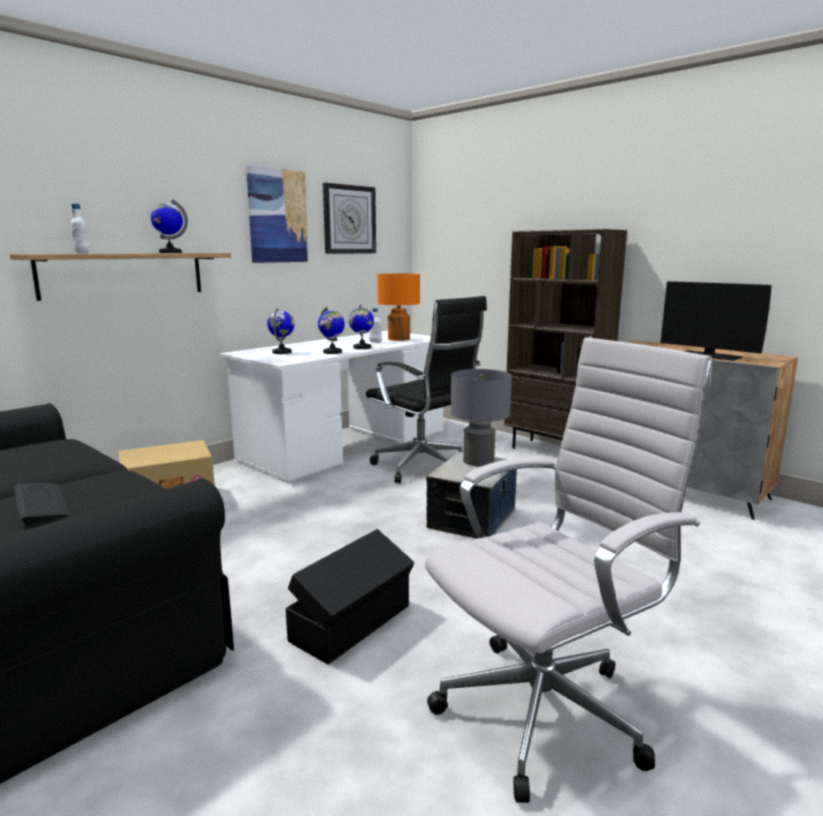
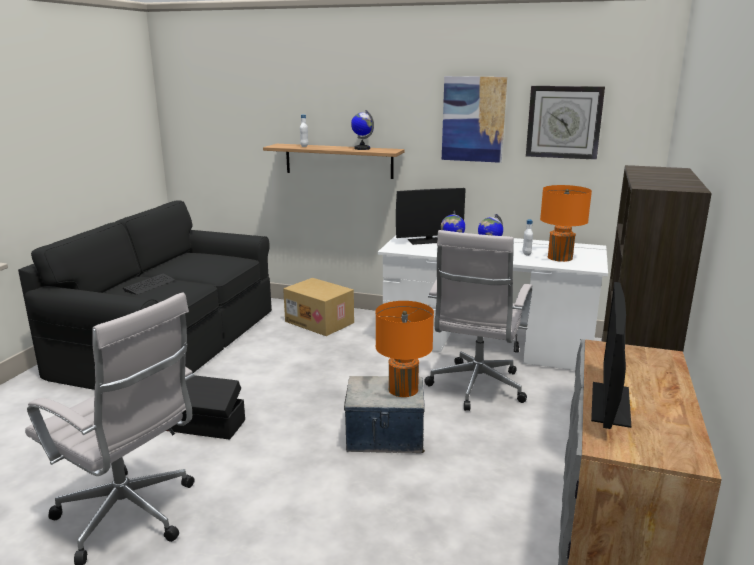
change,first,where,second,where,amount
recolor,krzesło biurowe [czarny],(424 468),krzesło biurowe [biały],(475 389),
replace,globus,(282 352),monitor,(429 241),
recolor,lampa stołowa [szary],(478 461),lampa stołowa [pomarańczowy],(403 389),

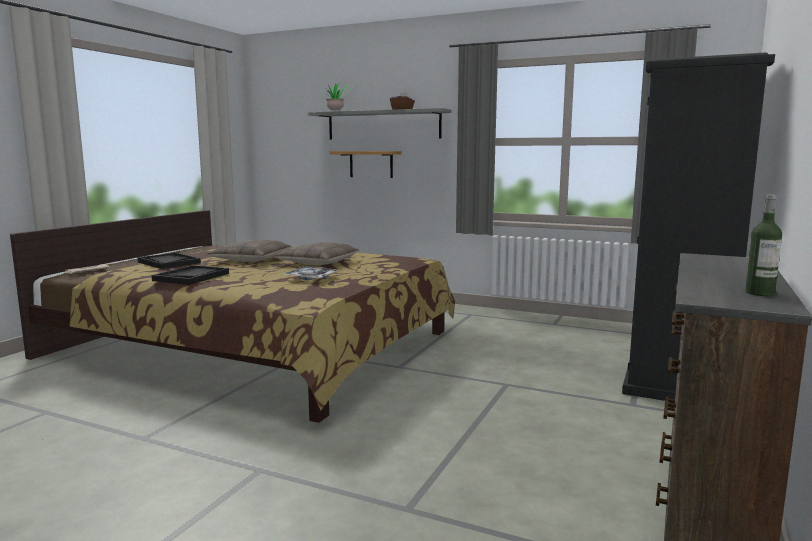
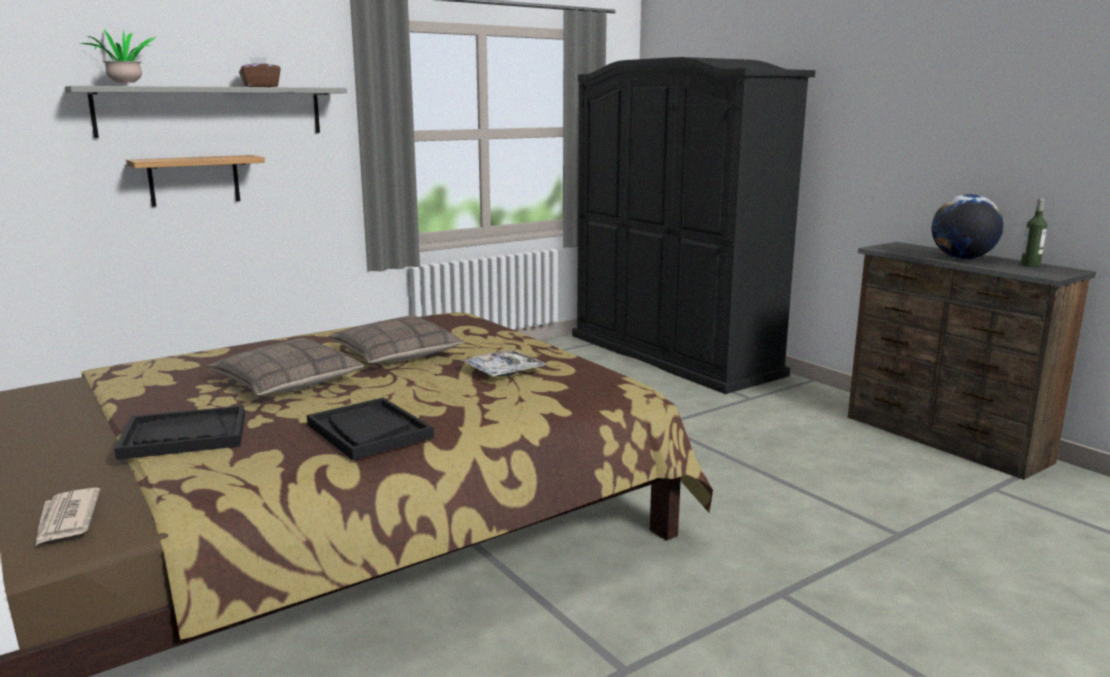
change,first,where,second,where,amount
insert,,,globus,(962 258),

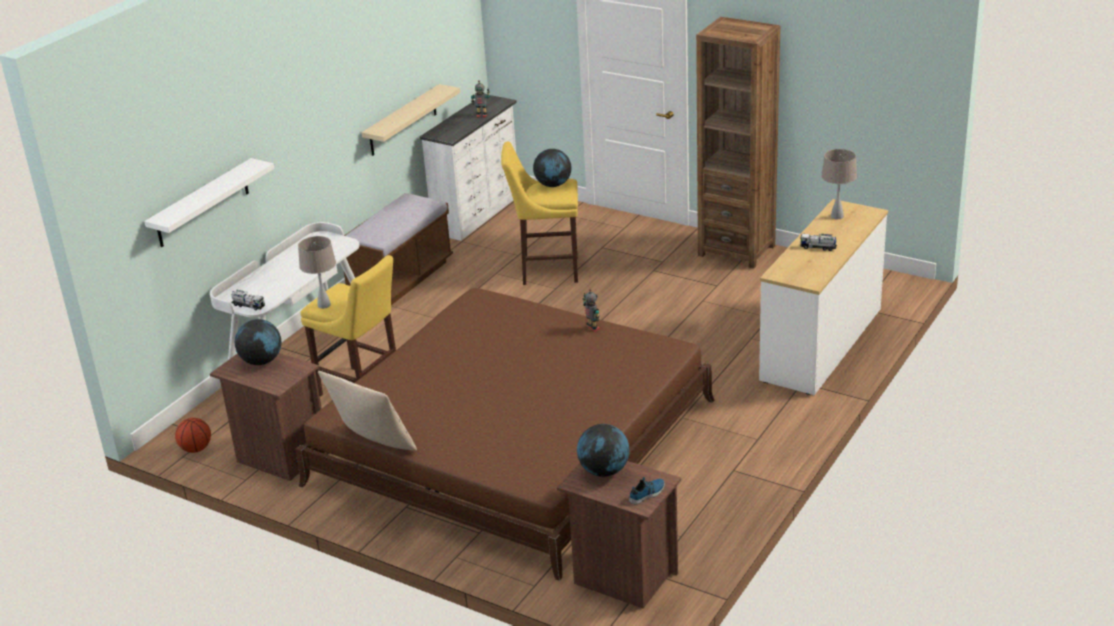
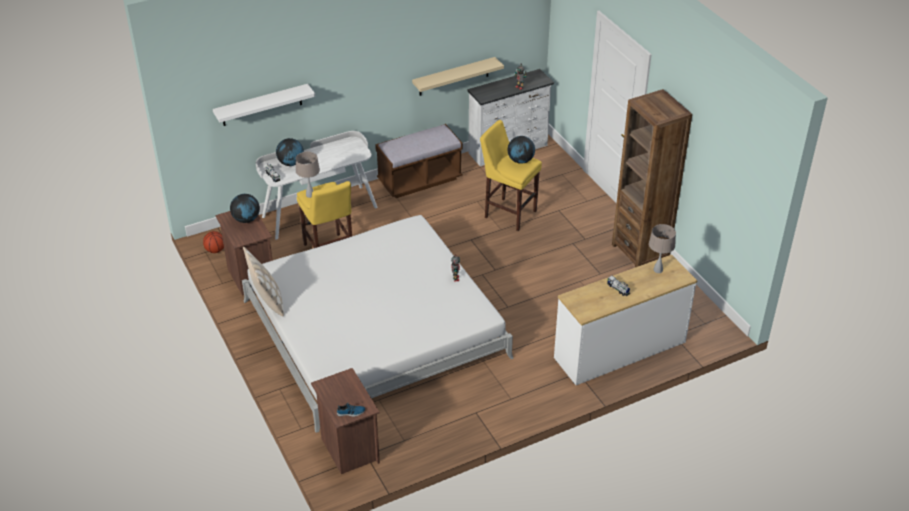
change,first,where,second,where,amount
recolor,łóżko [brązowy],(513 442),łóżko [biały],(375 329),
move,globus,(604 471),,(291 163),

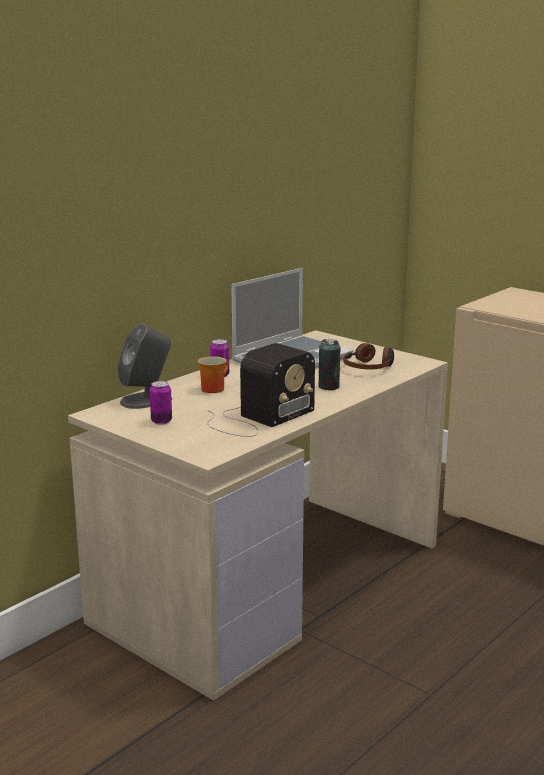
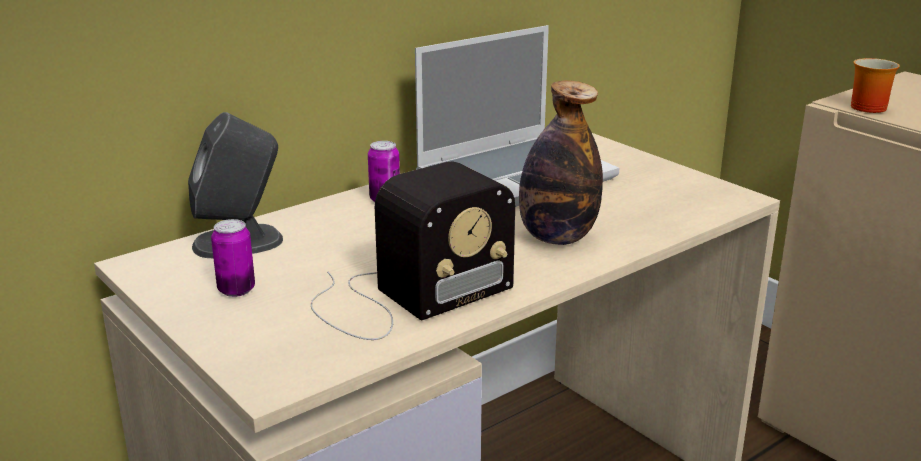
change,first,where,second,where,amount
replace,puszka,(328 387),butelka,(557 237),
delete,słuchawki,(369 367),,,
move,kubek,(213 388),,(867 106),

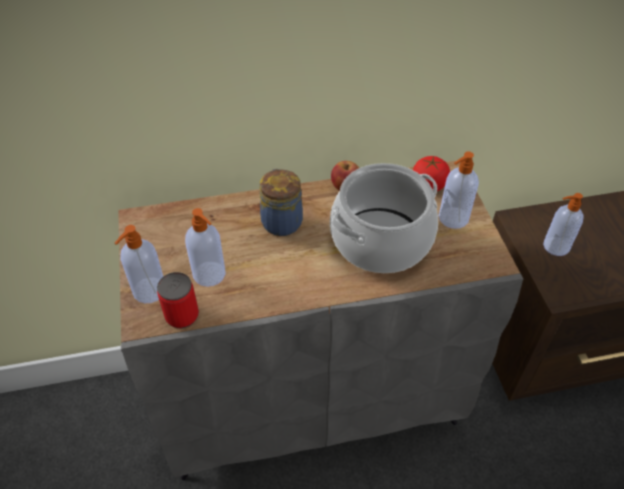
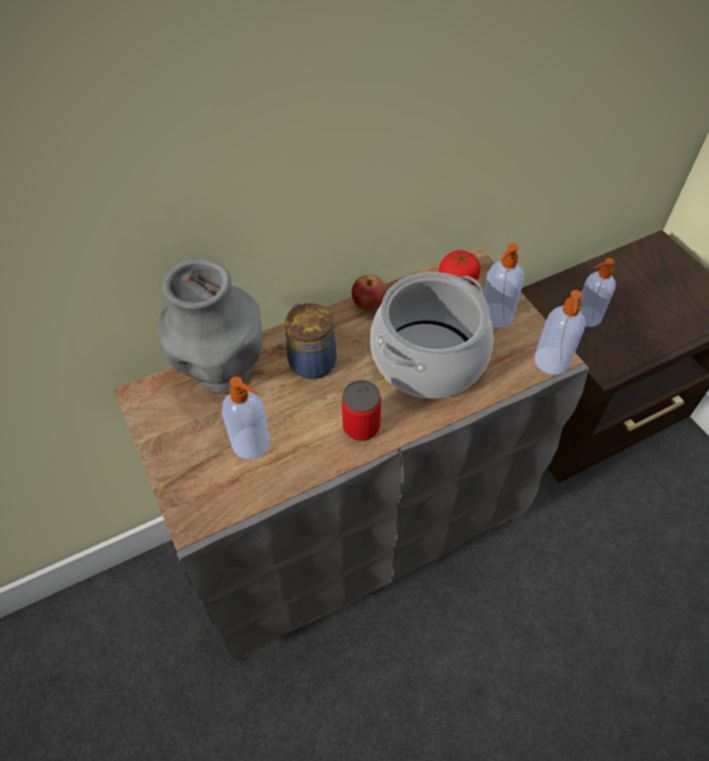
change,first,where,second,where,amount
move,dozownik mydła,(148 291),,(551 362),
move,puszka,(182 316),,(361 426),
insert,,,wazon [szary],(224 375),

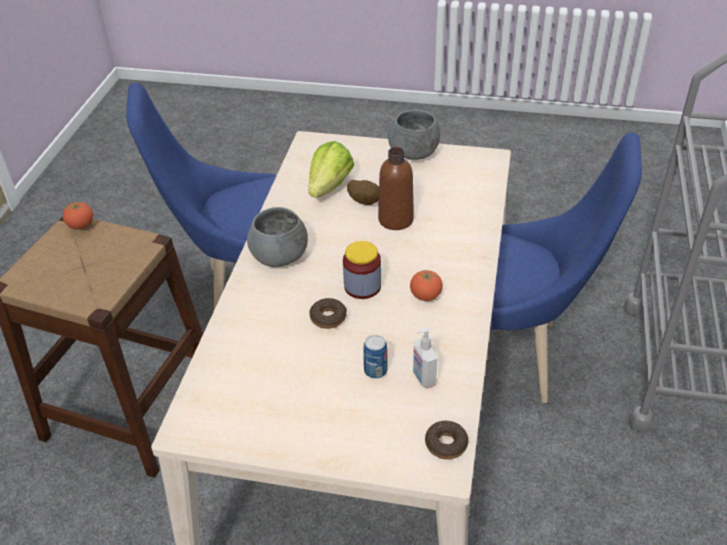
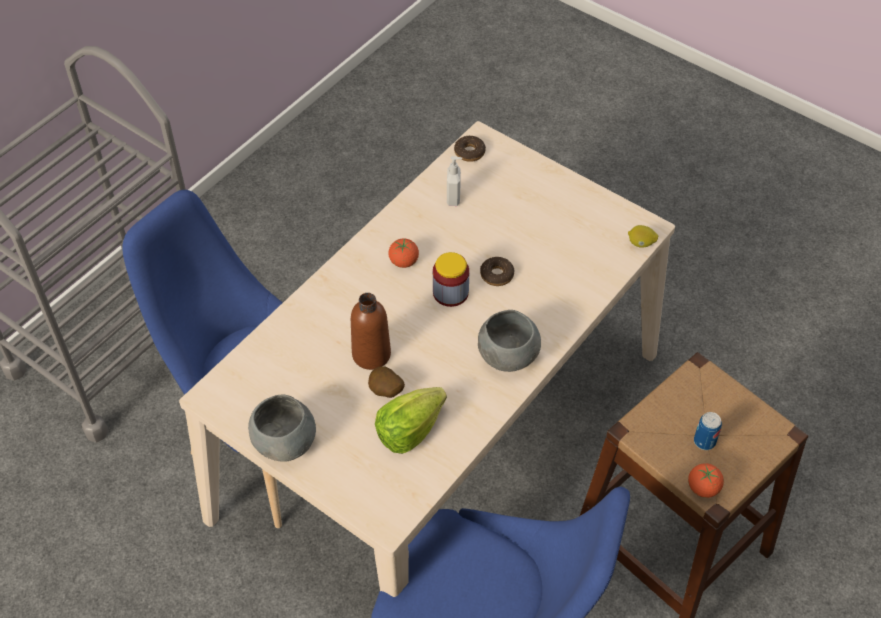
change,first,where,second,where,amount
move,puszka,(375 370),,(704 441),
insert,,,cytryna,(641 243),

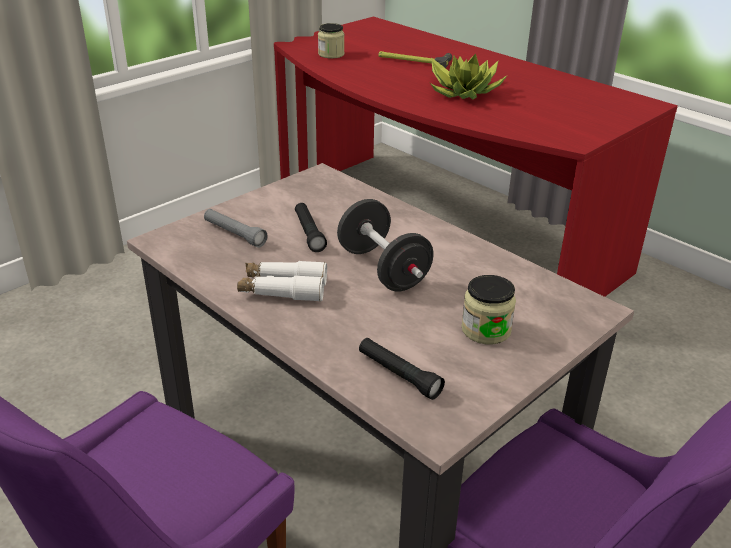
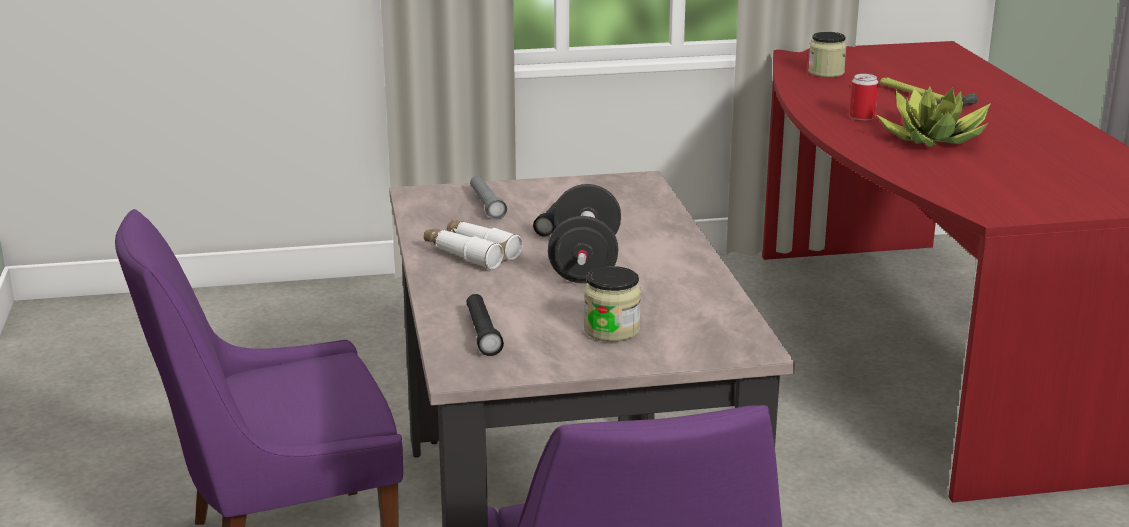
change,first,where,second,where,amount
insert,,,puszka,(862 117),

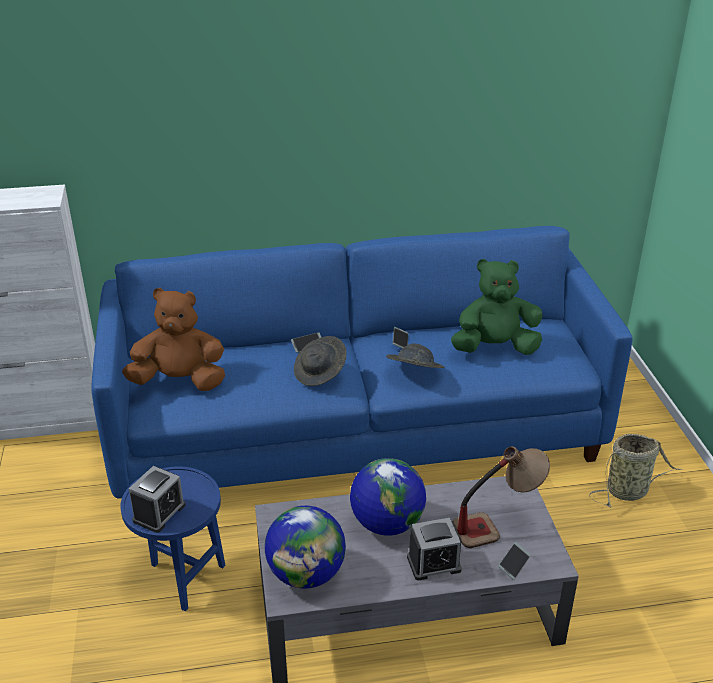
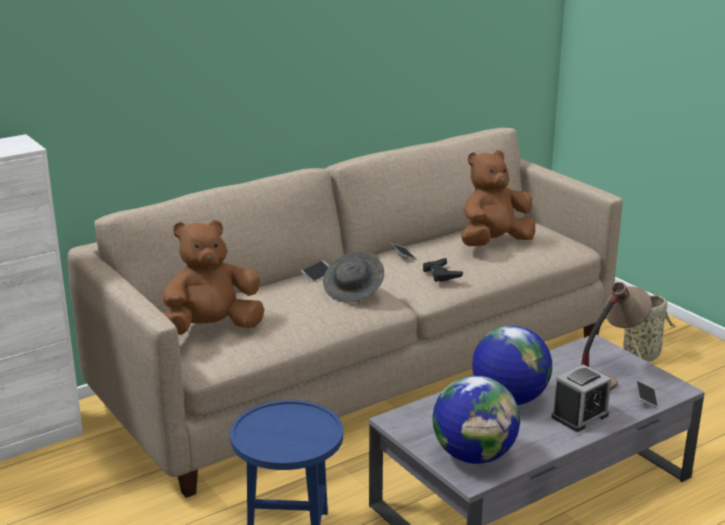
change,first,where,second,where,amount
recolor,kanapa [niebieski],(356 431),kanapa [beżowy],(362 370),
recolor,pluszak [zielony],(495 348),pluszak [brązowy],(494 243),
replace,kapelusz [szary],(414 373),pad do gier [czarny],(441 274),
delete,budzik,(159 513),,,

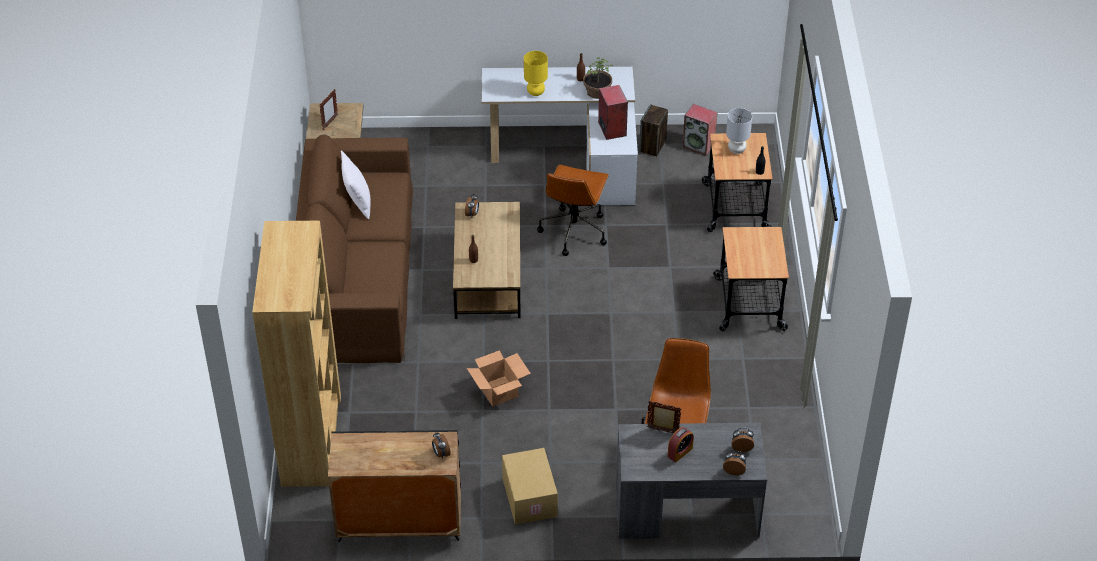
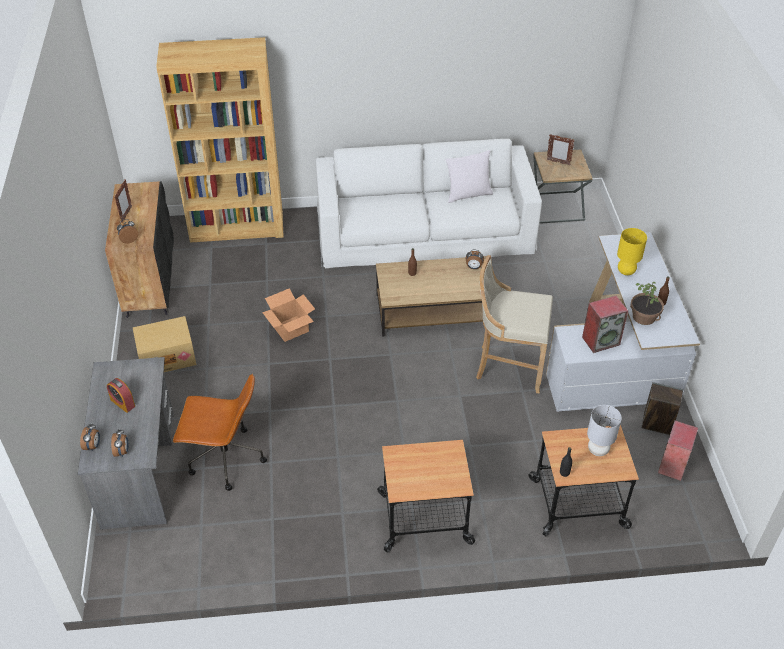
change,first,where,second,where,amount
recolor,kanapa [brązowy],(354 272),kanapa [biały],(424 230),
replace,krzesło biurowe [brązowy],(574 230),stołek [beżowy],(508 366),
move,ramka na zdjęcie,(663 431),,(126 215),

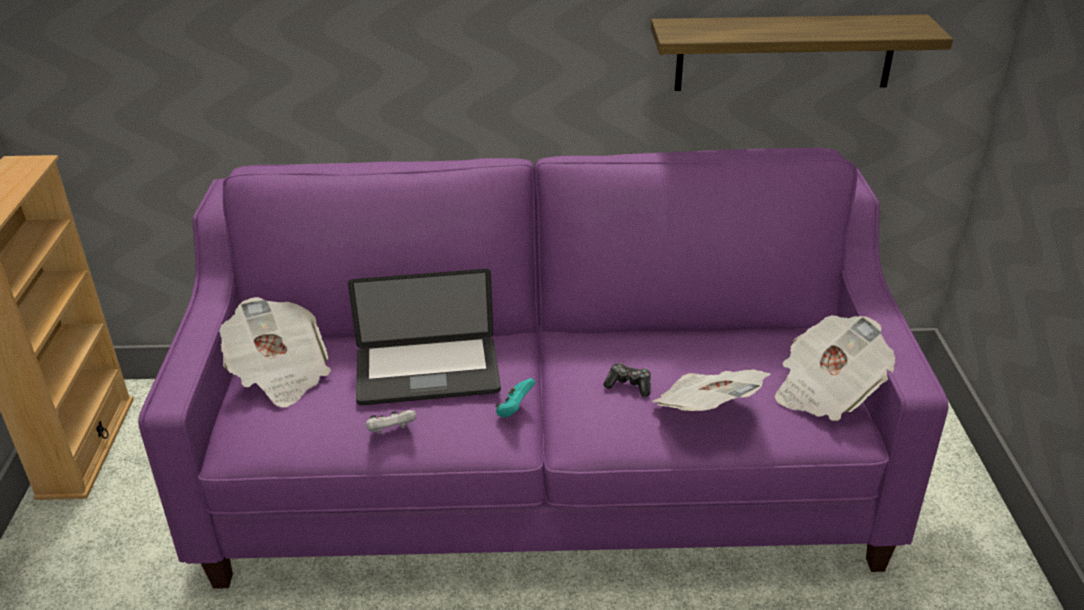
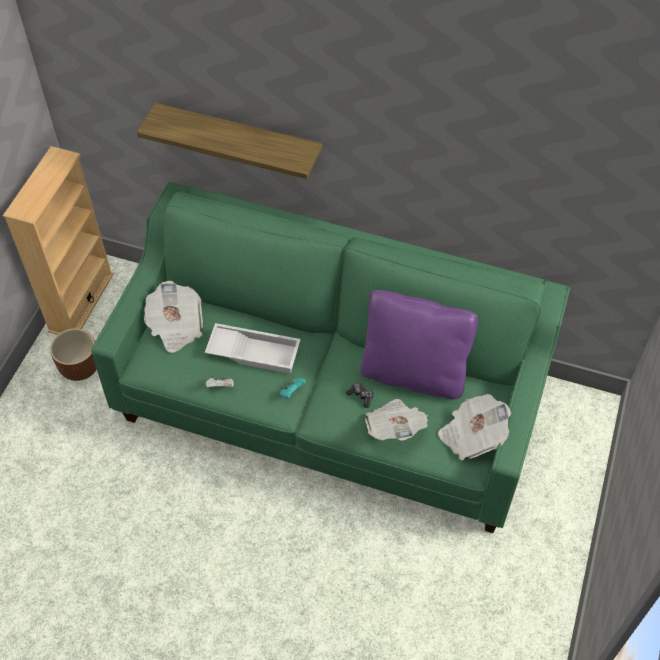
change,first,where,second,where,amount
move,półka,(785 53),,(239 140),
recolor,kanapa [fioletowy],(542 472),kanapa [zielony],(329 402),
replace,laptop,(427 373),taca [biały],(254 351),
insert,,,poduszka [fioletowy],(413 373),
insert,,,donica [brązowy],(80 367),

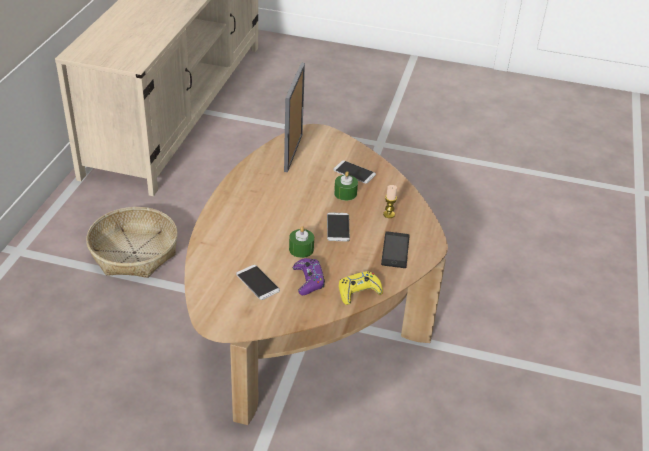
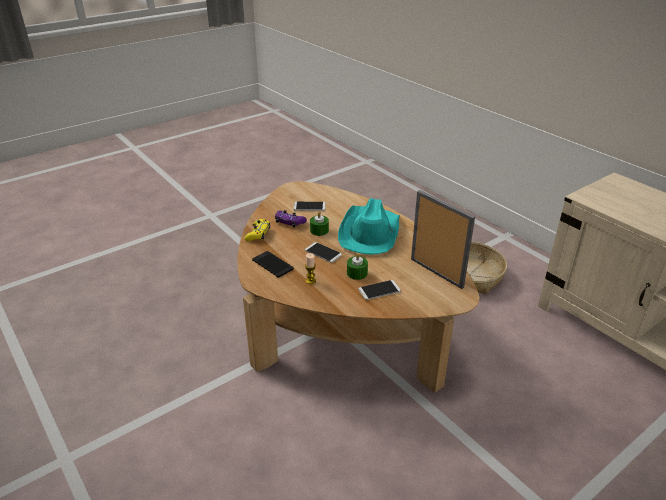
change,first,where,second,where,amount
insert,,,kapelusz [turkusowy],(370 232),

